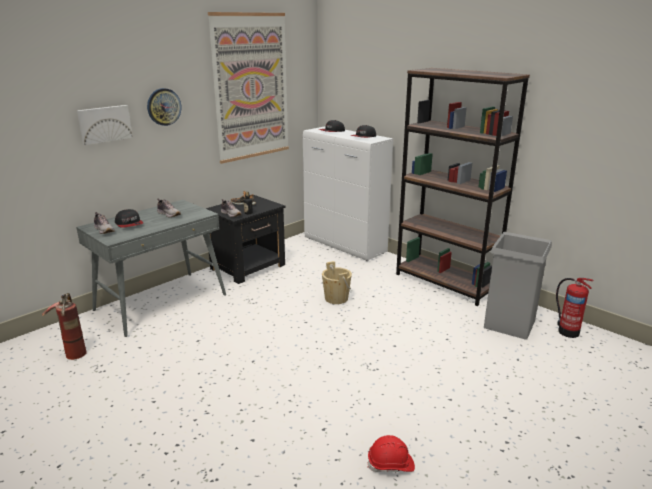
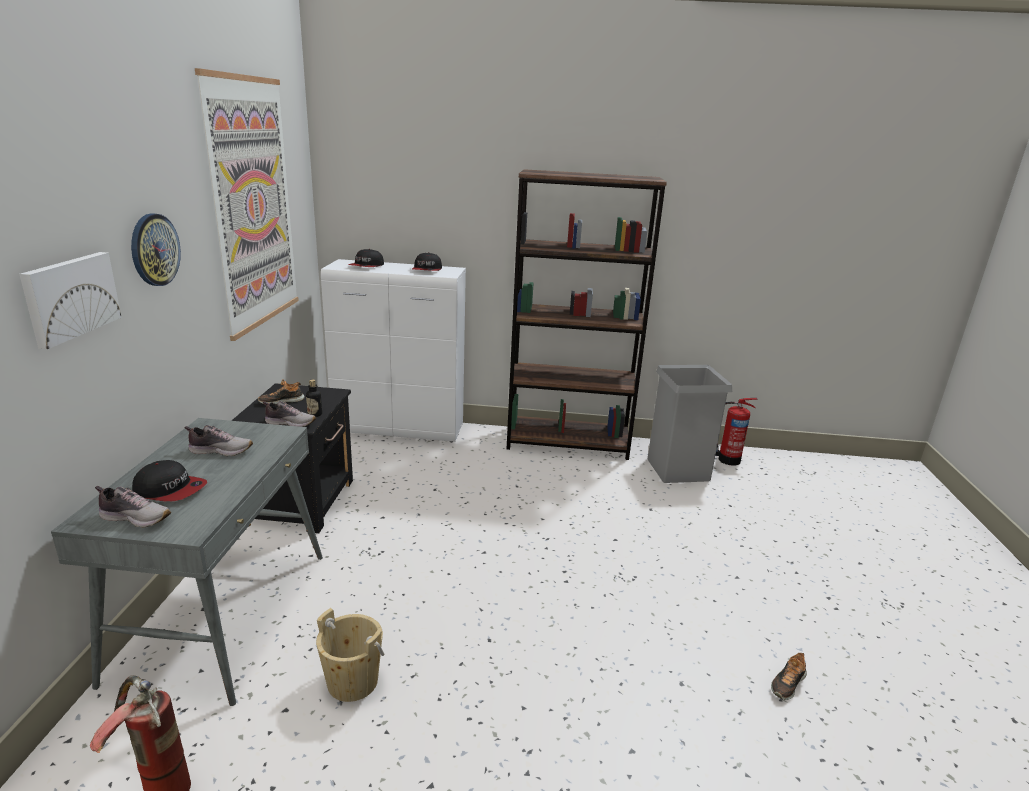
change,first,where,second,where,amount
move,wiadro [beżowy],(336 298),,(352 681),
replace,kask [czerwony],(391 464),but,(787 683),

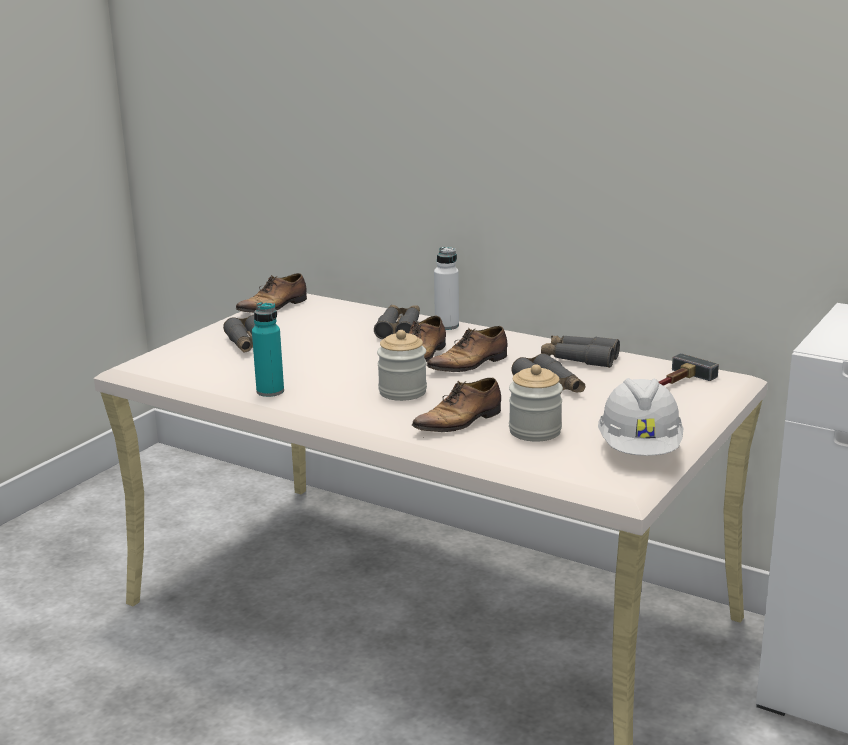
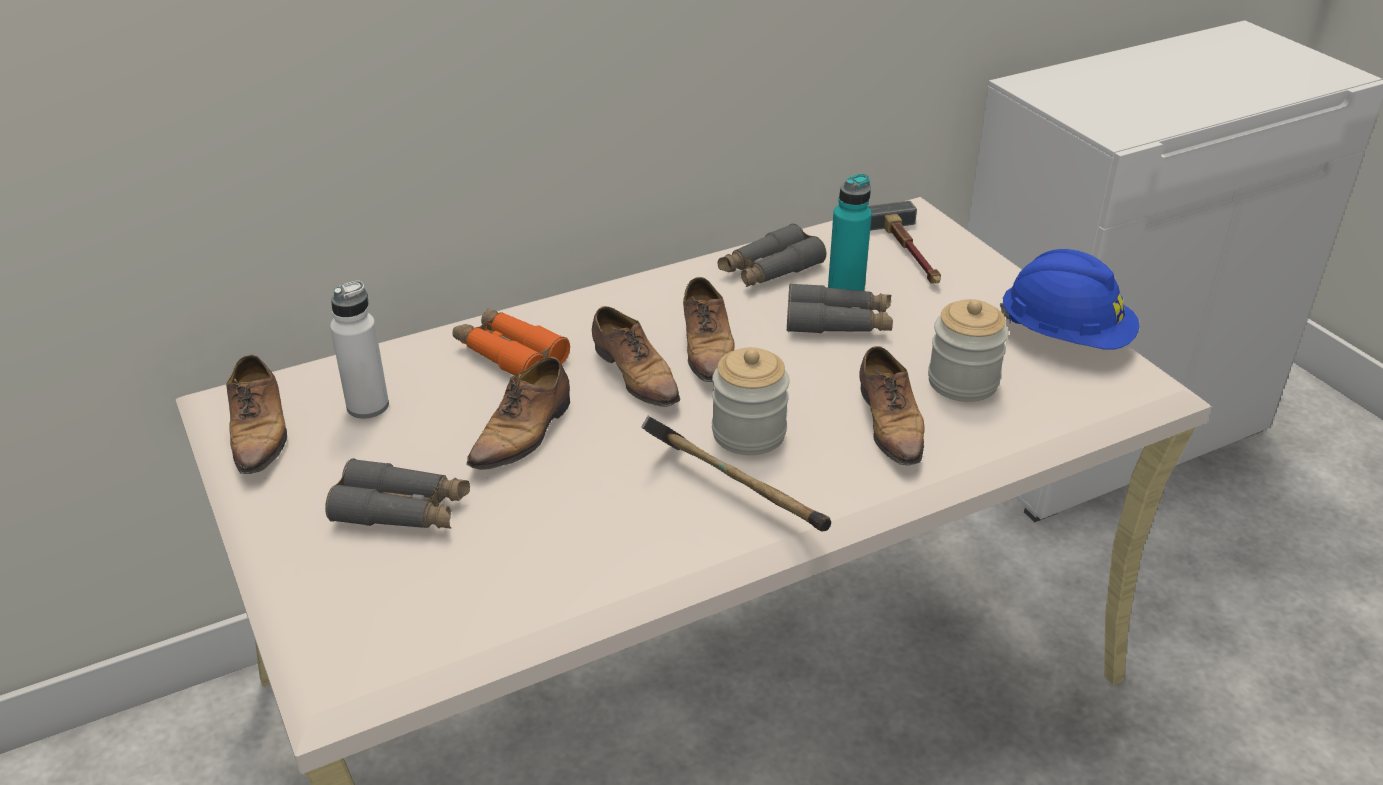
change,first,where,second,where,amount
move,butelka [biały],(447 326),,(368 406),
move,butelka [turkusowy],(270 391),,(846 289),
recolor,lornetka [szary],(399 329),lornetka [pomarańczowy],(510 354),
recolor,kask [biały],(640 450),kask [niebieski],(1065 336),
insert,,,but,(524 433),
insert,,,młotek,(732 492),

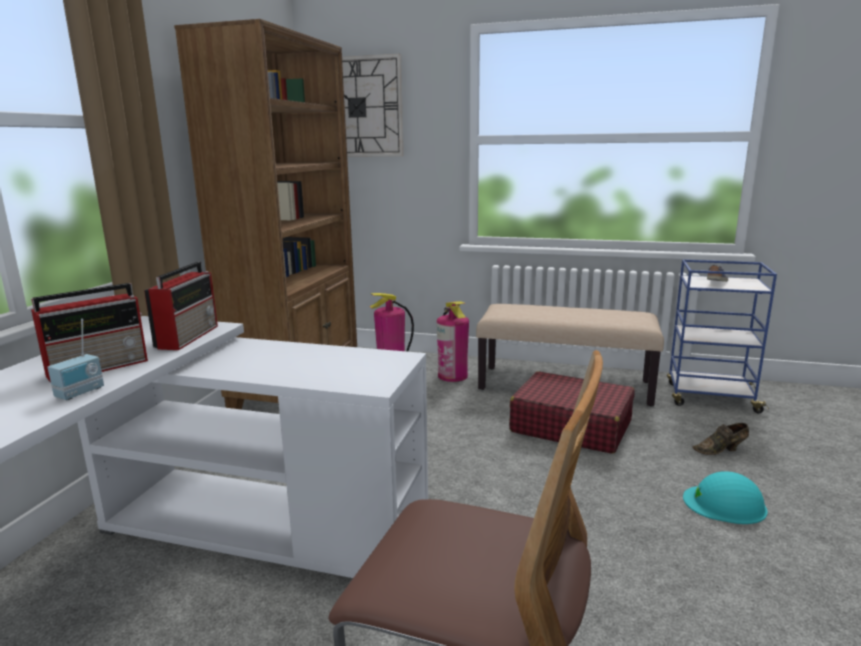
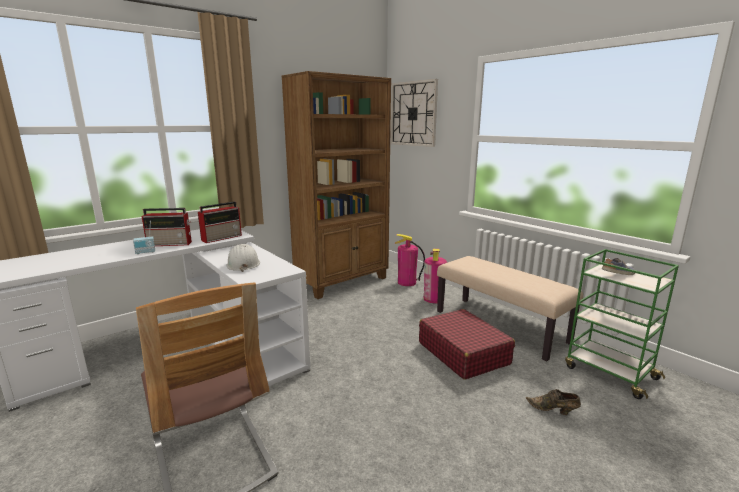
change,first,where,second,where,amount
recolor,wózek [niebieski],(710 398),wózek [zielony],(609 372),
delete,kask [turkusowy],(725 504),,,
insert,,,kask [biały],(243 264),

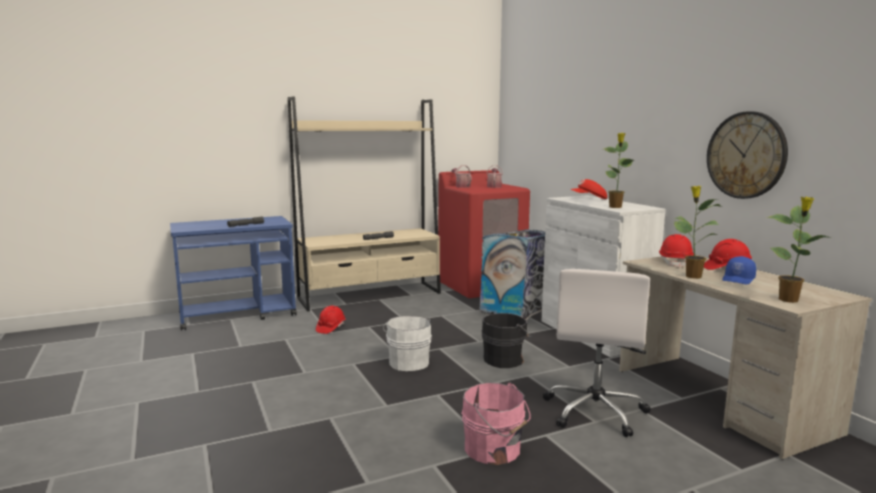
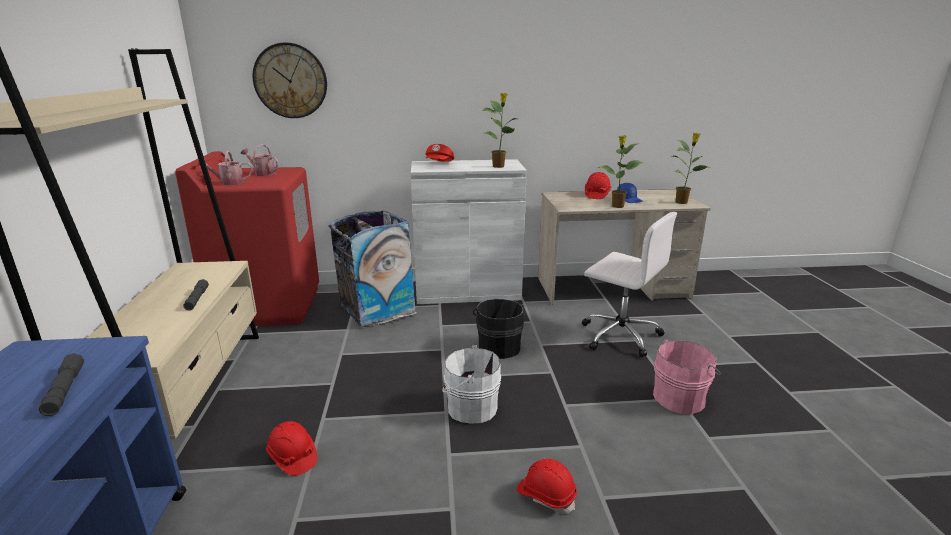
change,first,where,second,where,amount
move,zegar ścienny,(746 155),,(290 81),
move,kask [czerwony],(675 262),,(546 495),

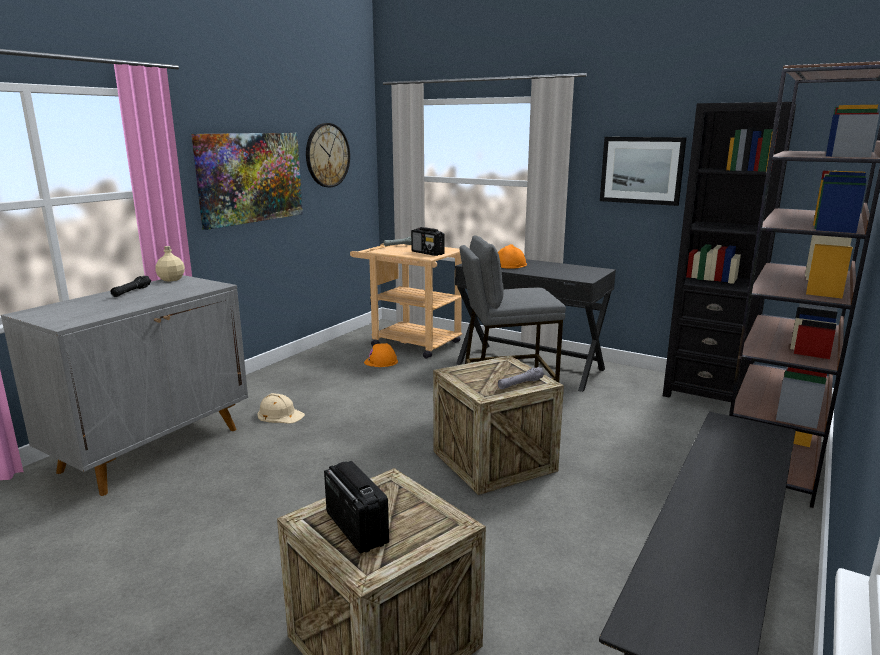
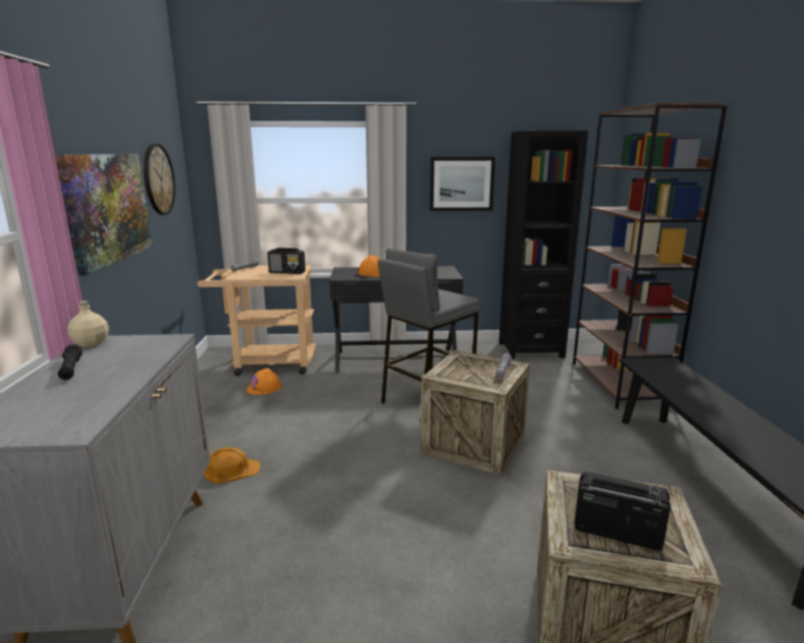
change,first,where,second,where,amount
recolor,kask [beżowy],(280 414),kask [pomarańczowy],(231 470),

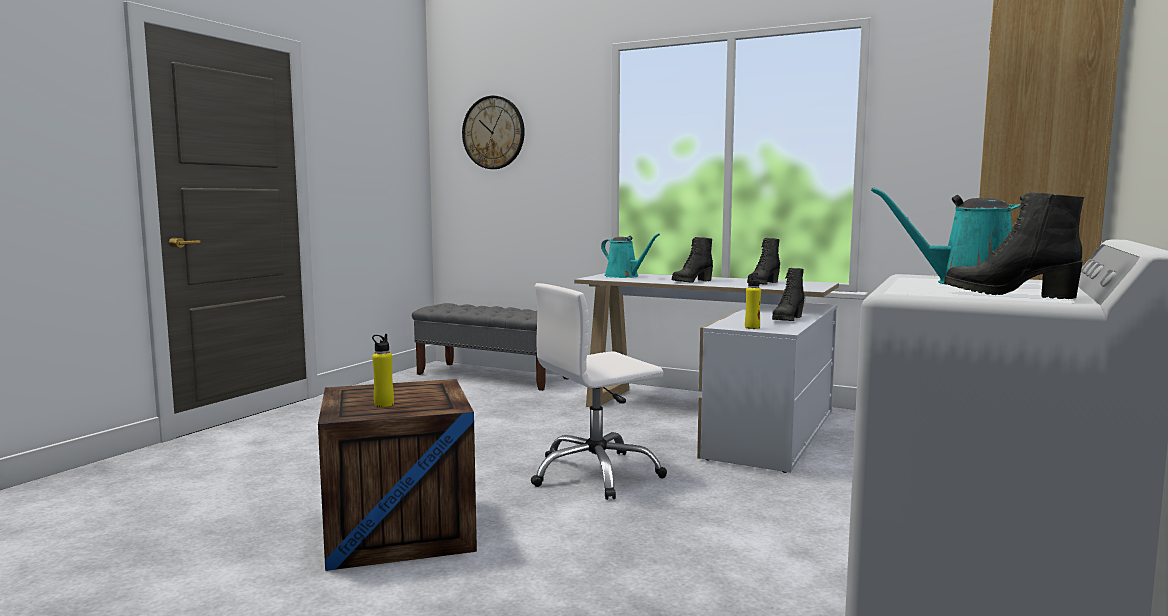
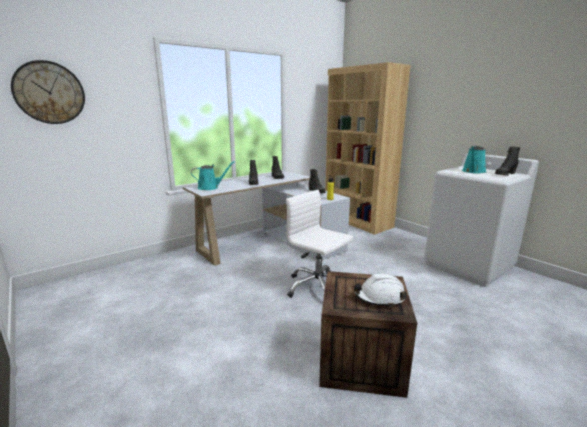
change,first,where,second,where,amount
rotate,krzesło biurowe [biały],(596 474),,(317 287),135 degrees clockwise
delete,ławka [szary],(492 376),,,
replace,butelka [żółty],(384 404),kask [biały],(379 297),

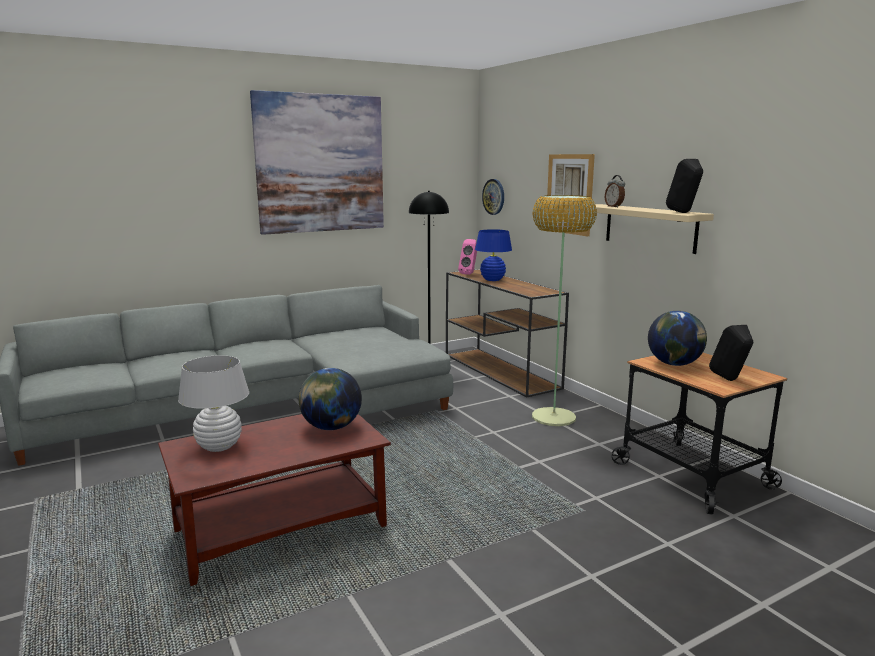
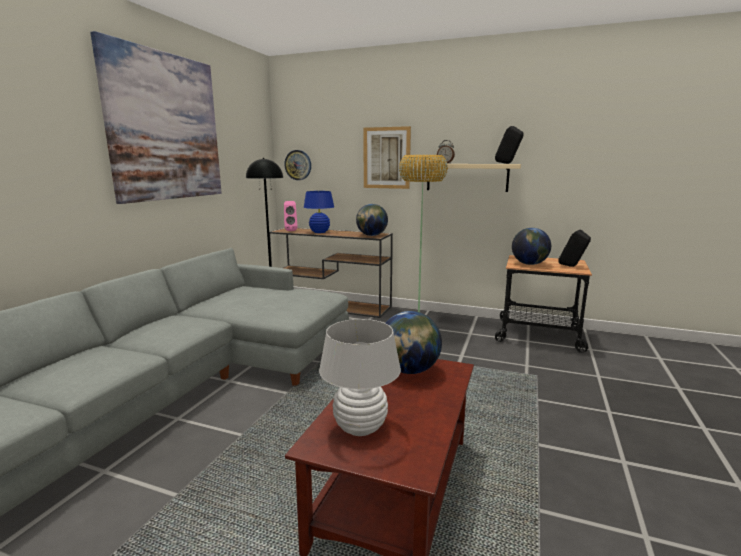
change,first,where,second,where,amount
insert,,,globus,(371 235),

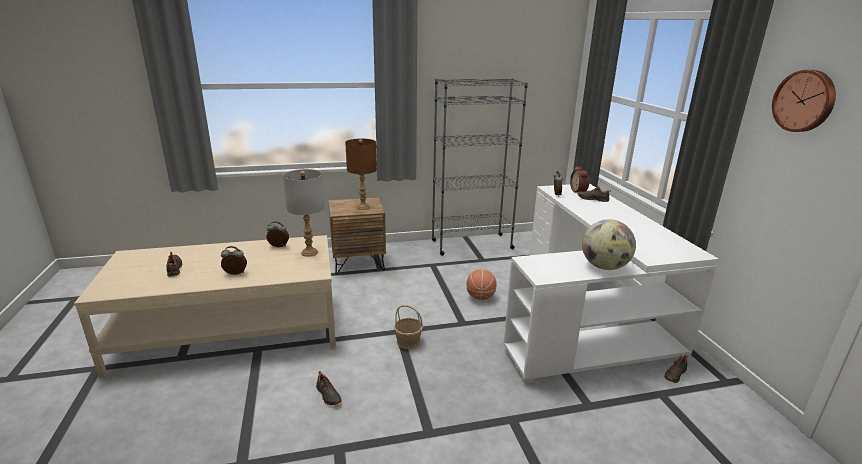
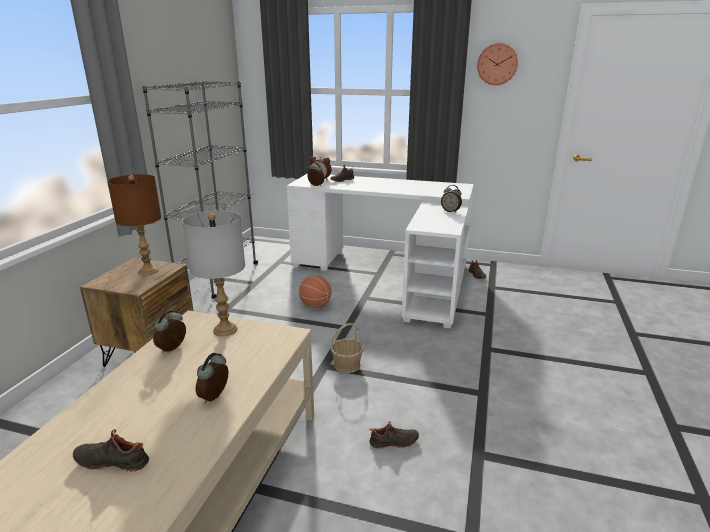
change,first,where,second,where,amount
replace,globus,(604 267),budzik,(450 211),

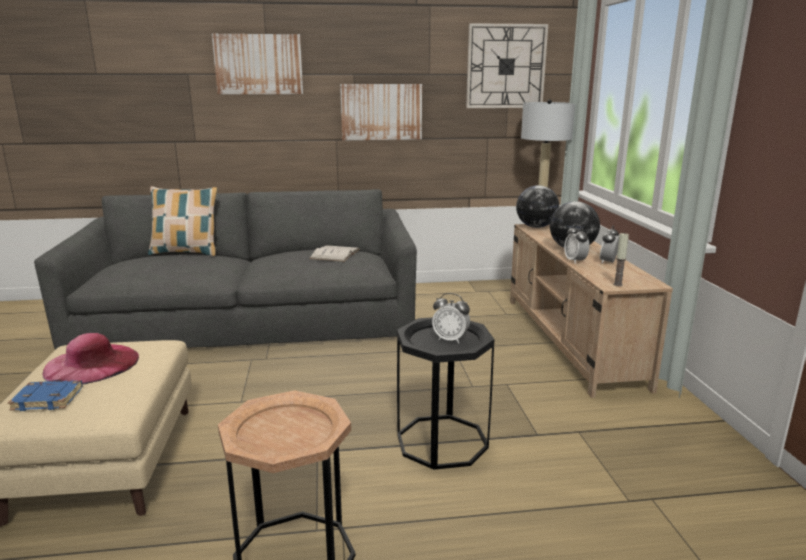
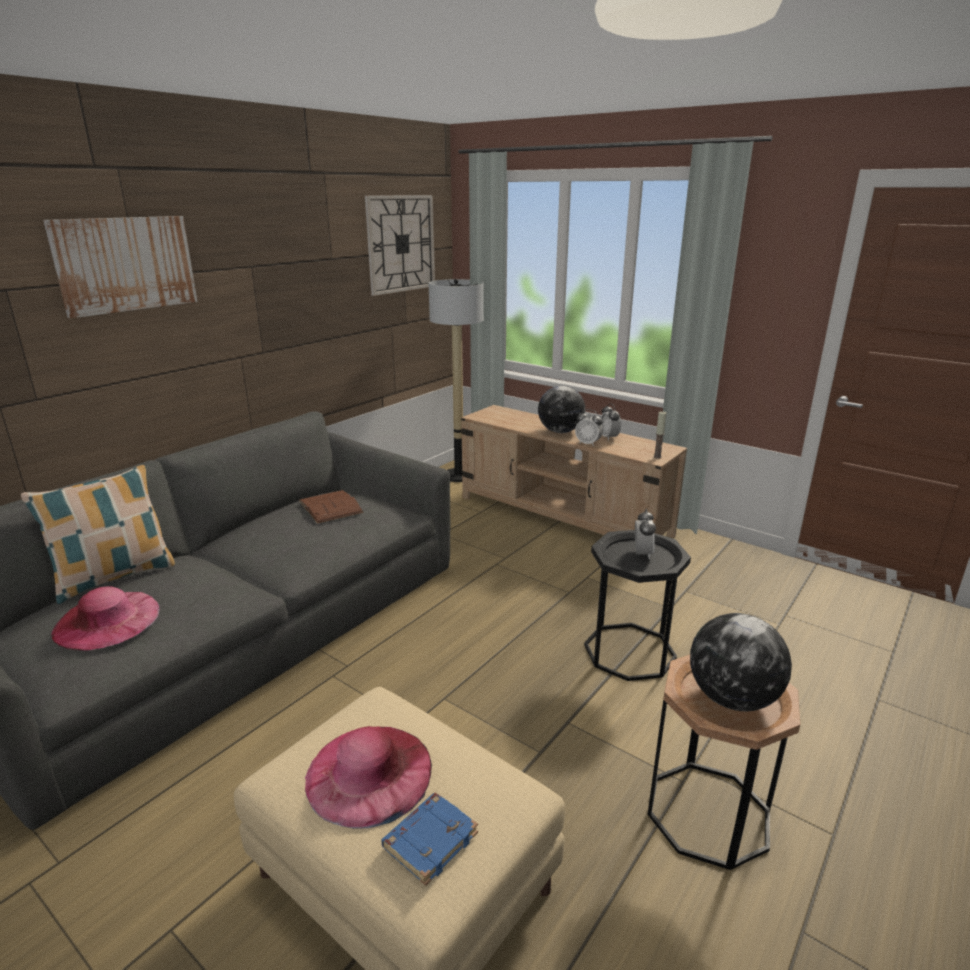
change,first,where,second,where,amount
delete,obraz,(381 112),,,
move,globus,(536 227),,(732 698),
recolor,książka [biały],(335 254),książka [brązowy],(330 507),
rotate,budzik,(450 339),,(642 554),60 degrees counterclockwise
insert,,,kapelusz [różowy],(107 620),

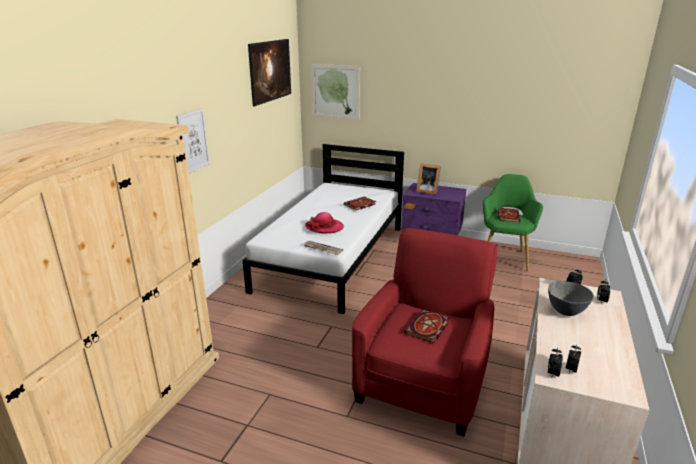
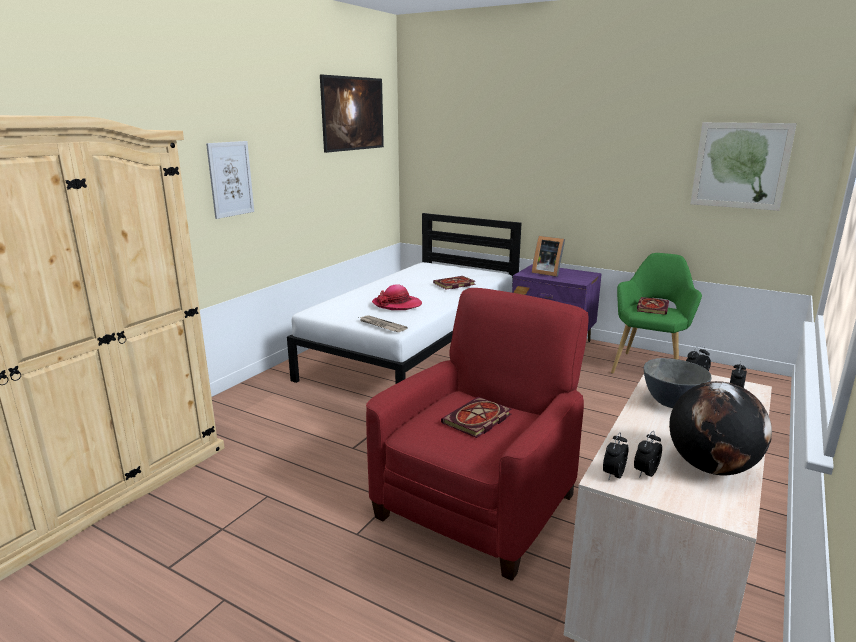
change,first,where,second,where,amount
move,obraz,(335 91),,(740 165),
insert,,,globus,(711 467),

